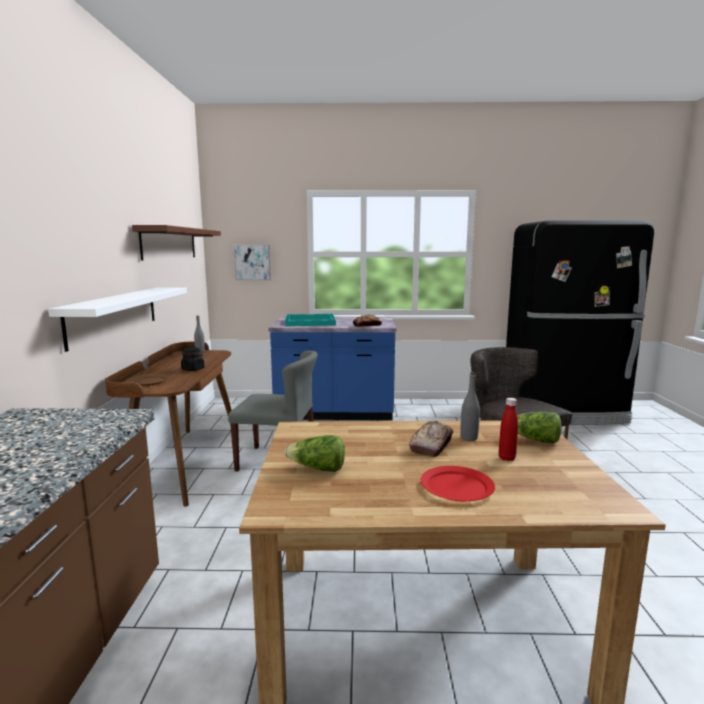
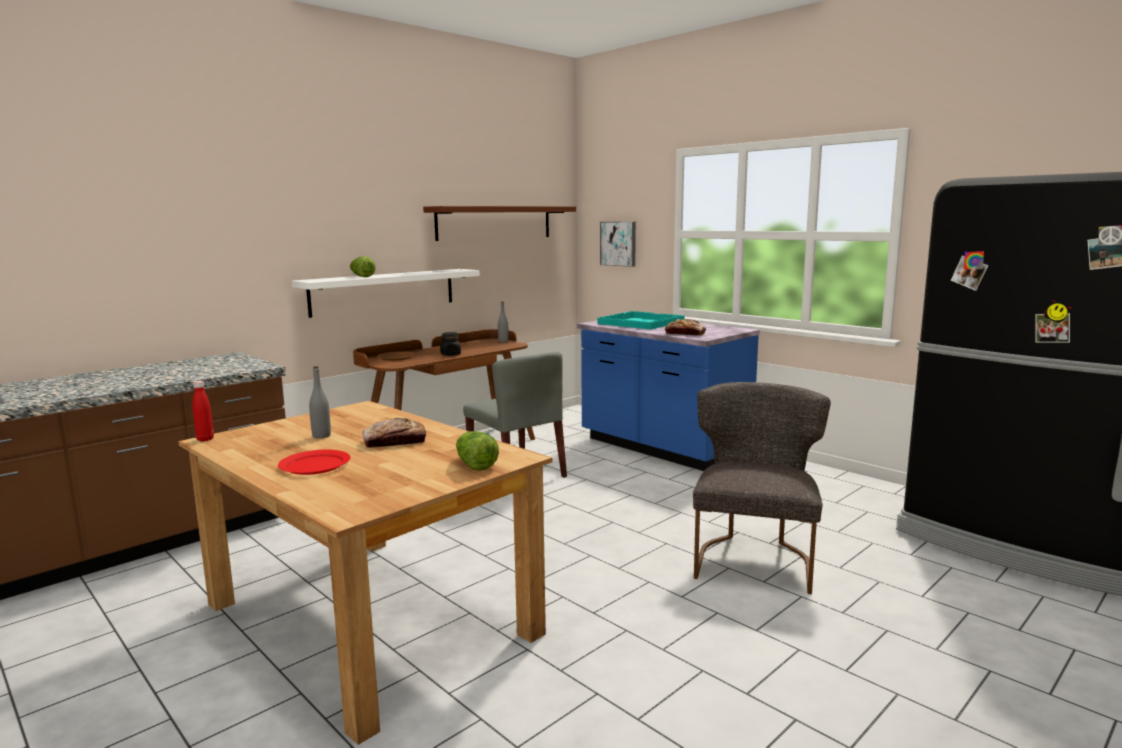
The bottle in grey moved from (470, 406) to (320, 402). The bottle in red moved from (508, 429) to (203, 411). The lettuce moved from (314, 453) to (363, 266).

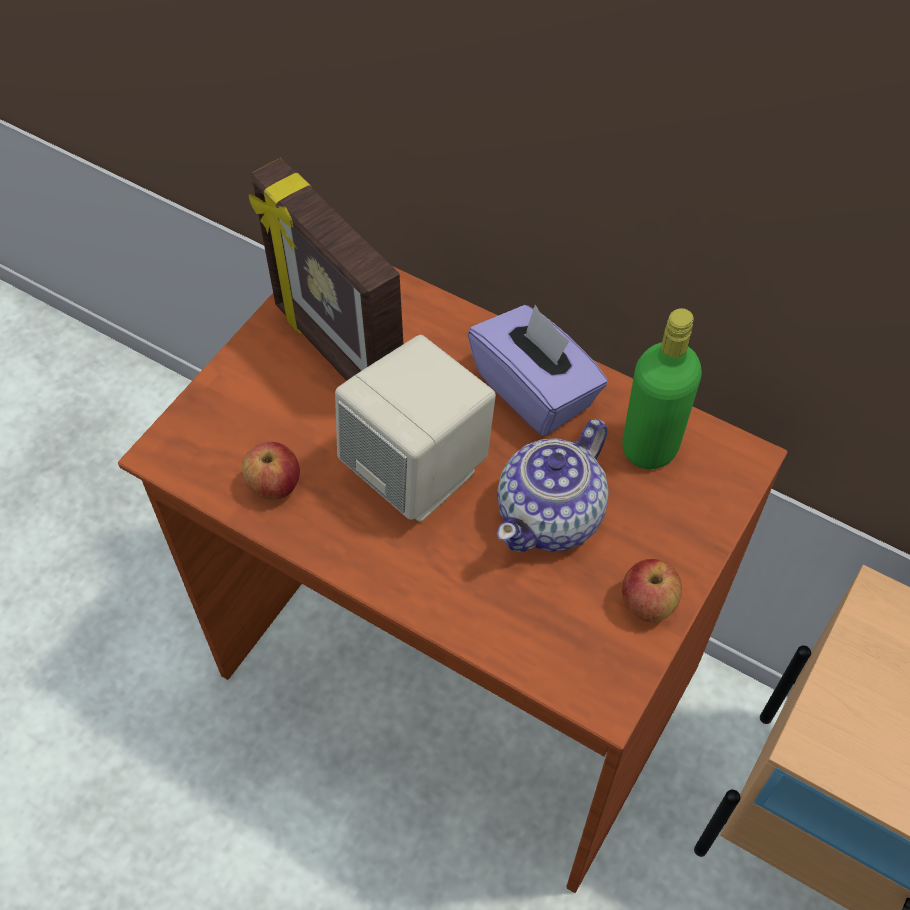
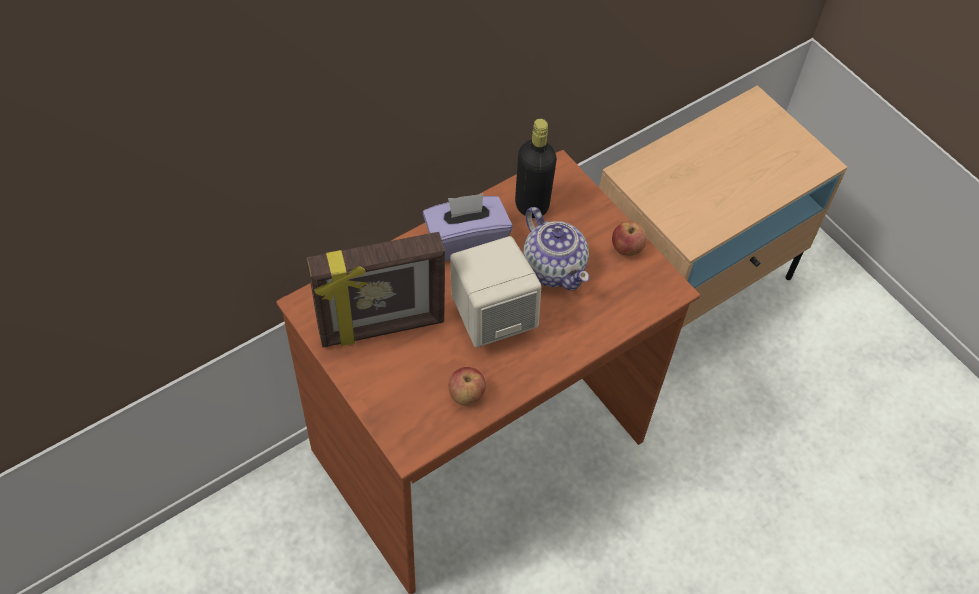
The bottle in green at (662, 388) became the bottle in black at (536, 168).

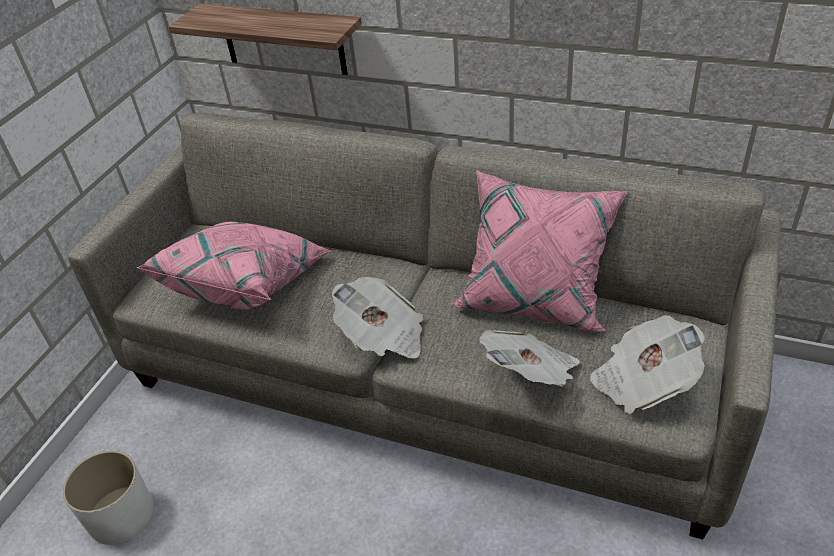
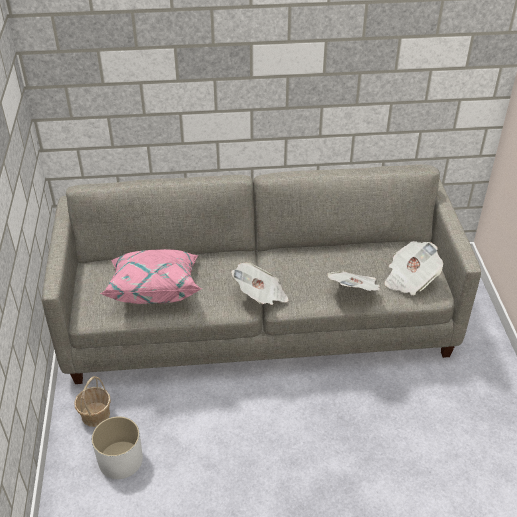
The shelf at (265, 39) disappeared. The pillow in pink at (539, 251) disappeared. The basket at (92, 401) appeared.

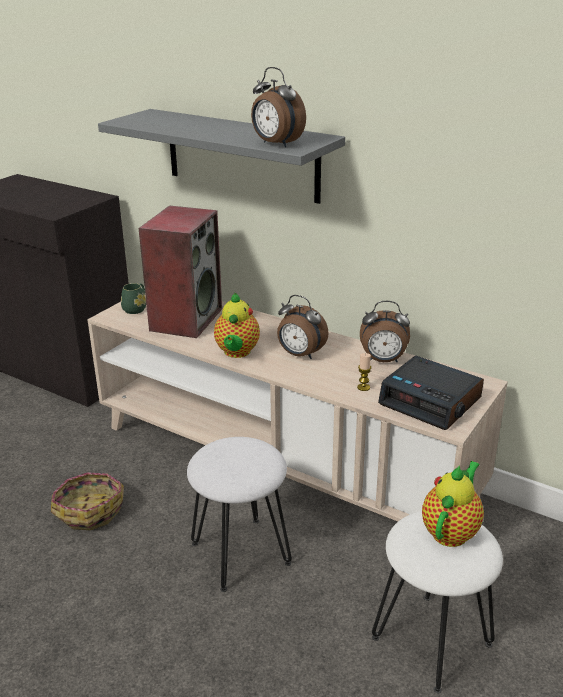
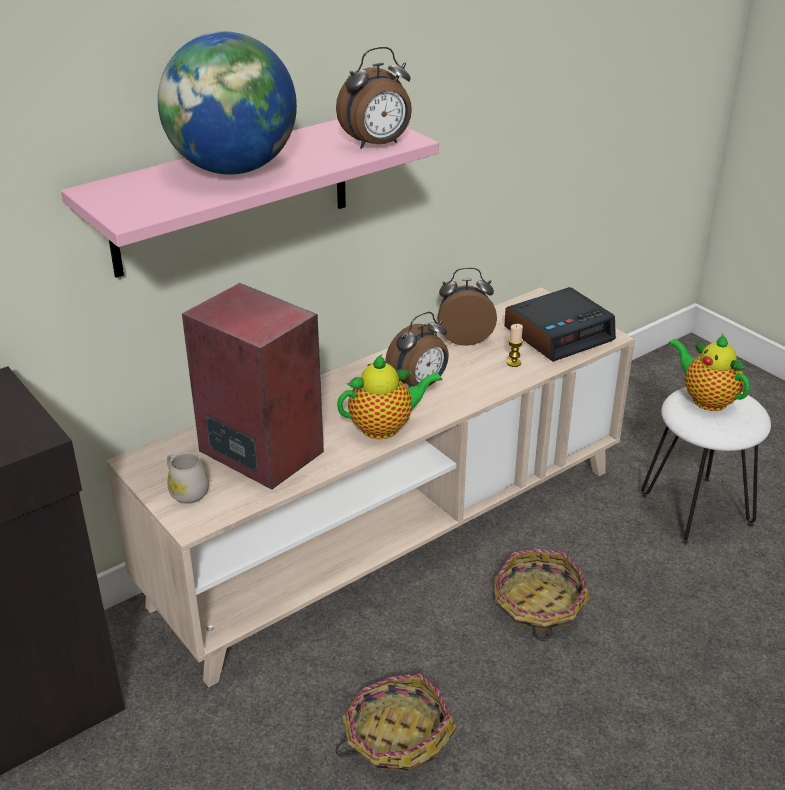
The shelf in grey at (221, 156) became the shelf in pink at (250, 198). The mug in green at (133, 298) became the mug in white at (188, 478). The teapot at (237, 325) turned 45 degrees counterclockwise. The alarm clock at (385, 331) turned 120 degrees counterclockwise. The stool in white at (239, 514) was replaced by the basket at (541, 595). The globe at (227, 103) appeared.

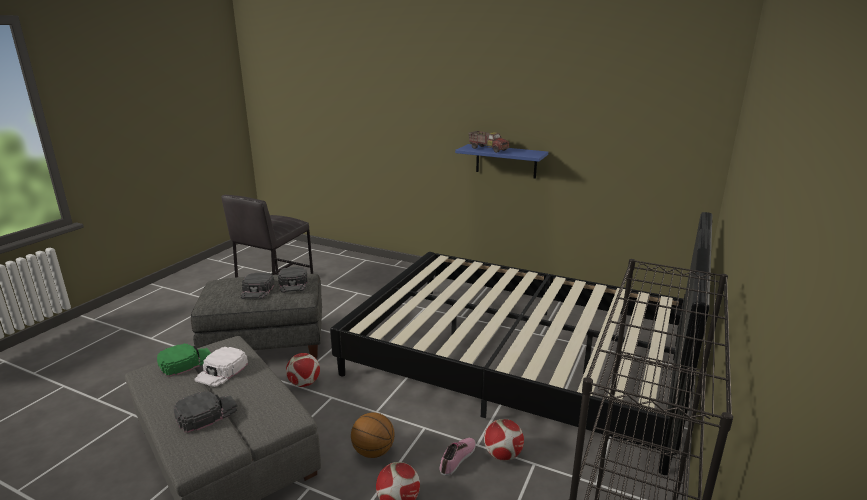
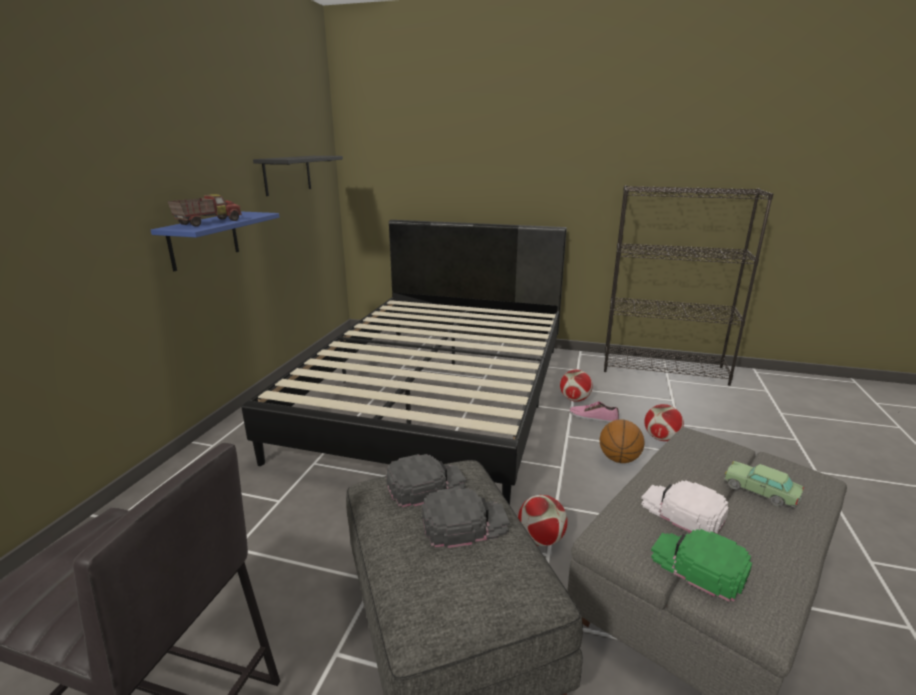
The cap in white at (221, 367) turned 150 degrees counterclockwise. The cap in black at (205, 412) was replaced by the toy car at (764, 484). The shelf in black at (298, 176) appeared.

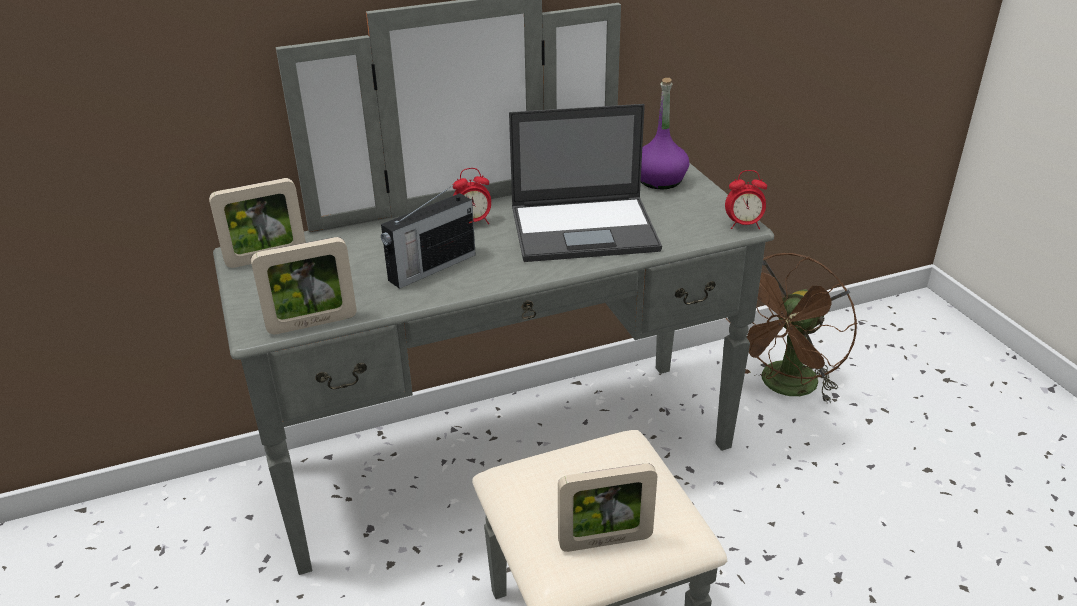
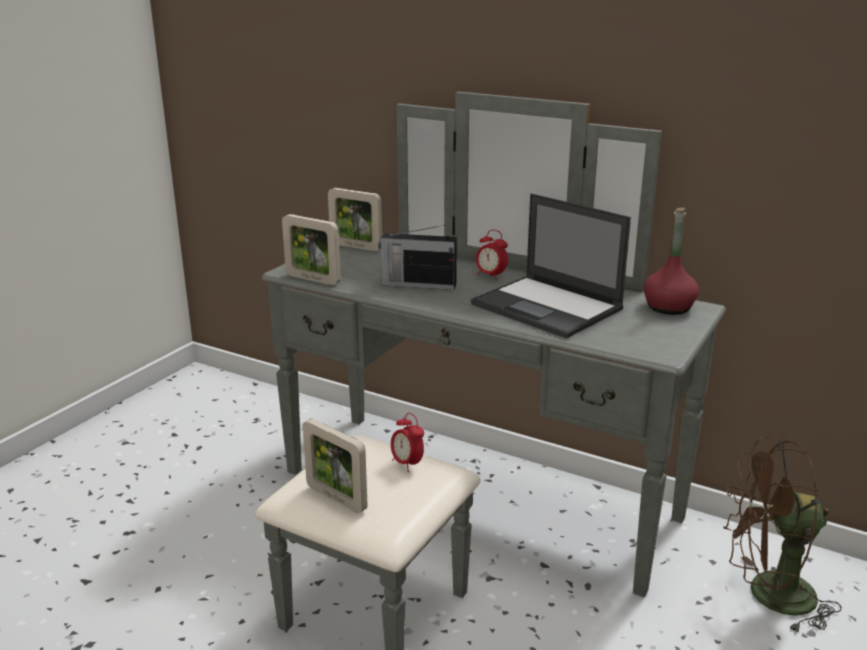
The bottle in purple at (665, 133) became the bottle in red at (671, 261). The alarm clock moved from (746, 199) to (407, 442).

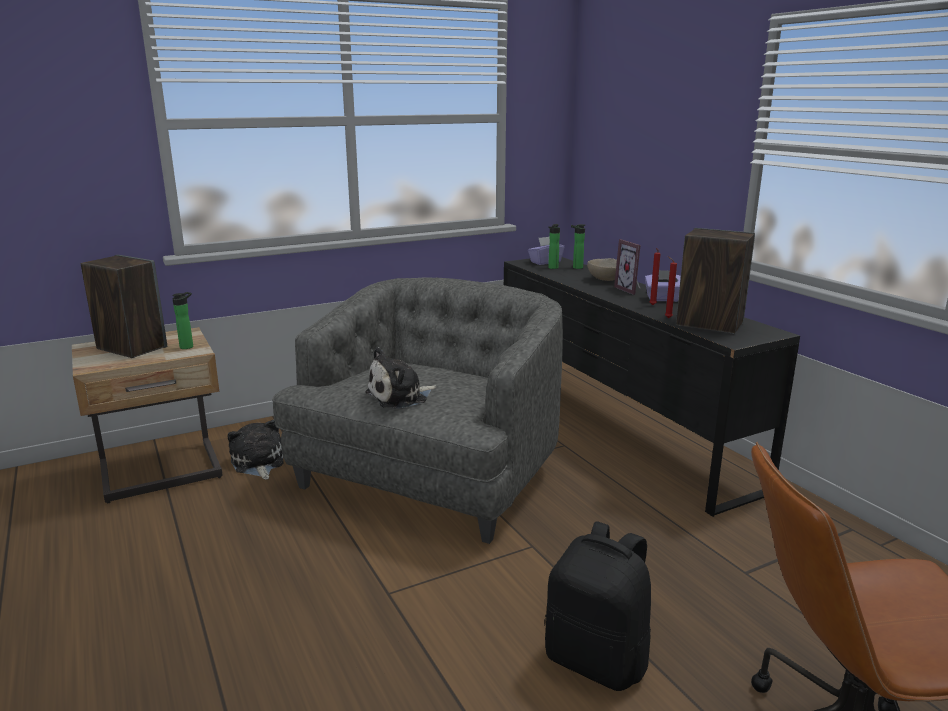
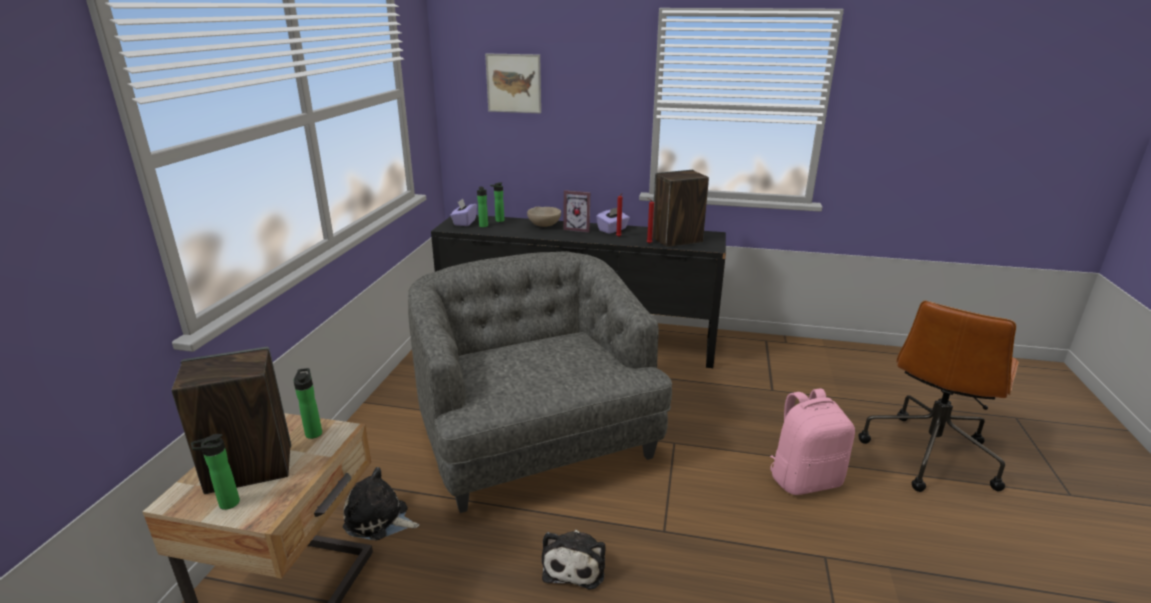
The plush toy moved from (401, 378) to (573, 560). The backpack in black at (597, 606) became the backpack in pink at (812, 441). The picture at (513, 83) appeared. The bottle at (215, 472) appeared.

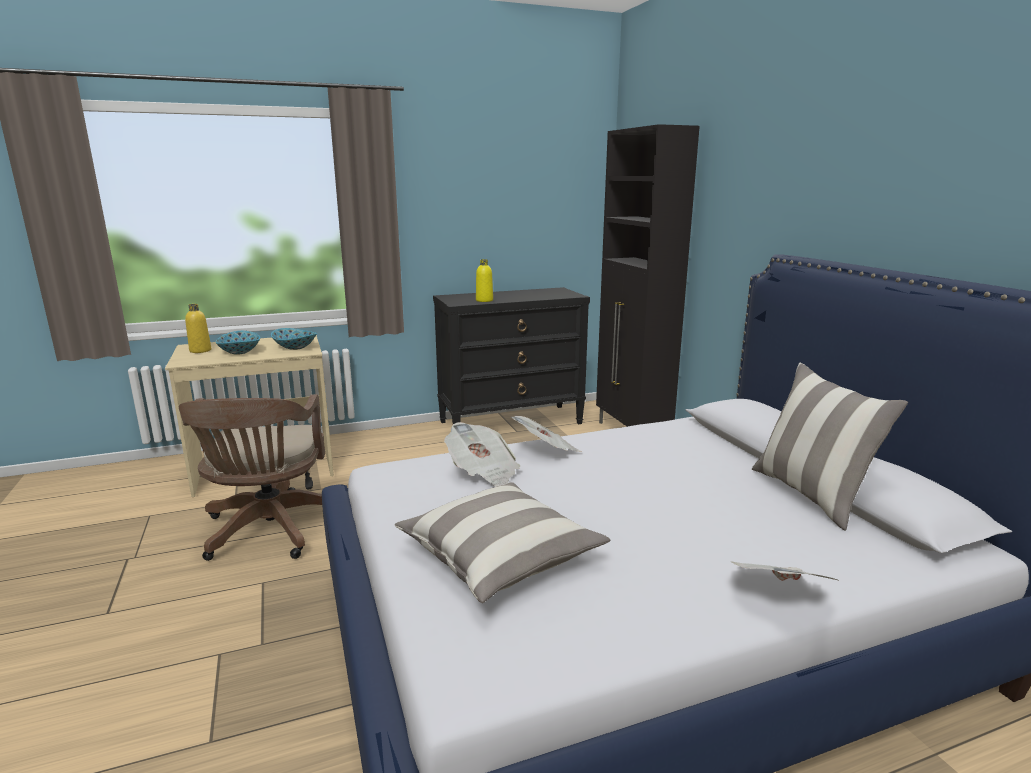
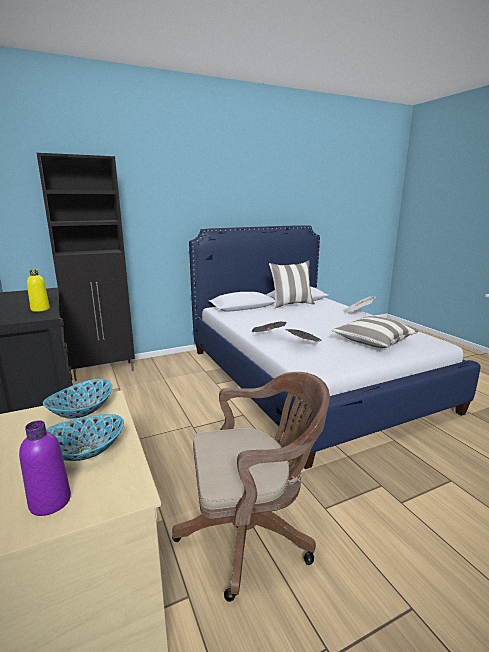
The bottle in yellow at (198, 328) became the bottle in purple at (45, 468).

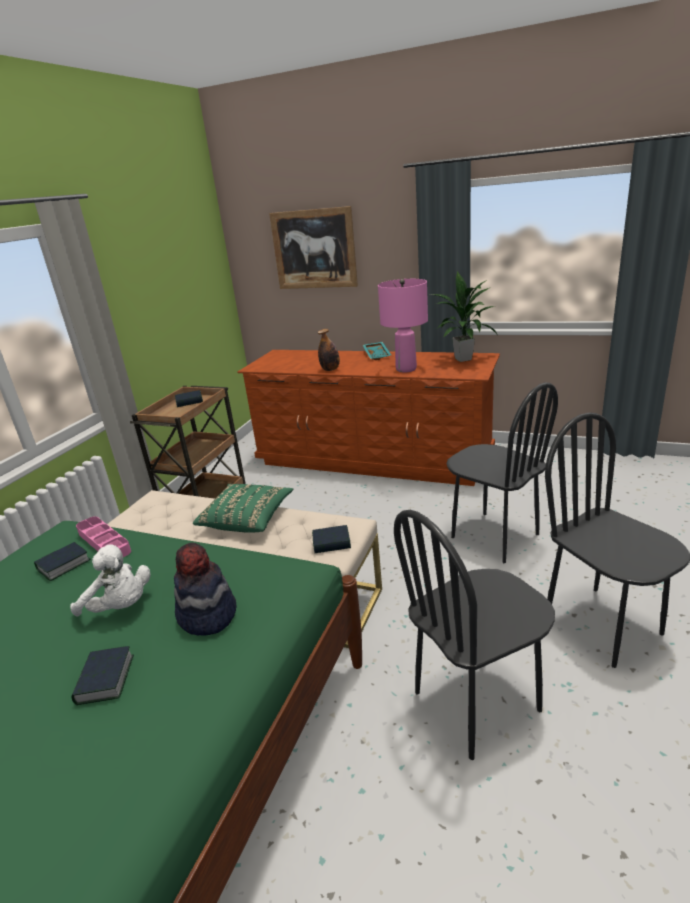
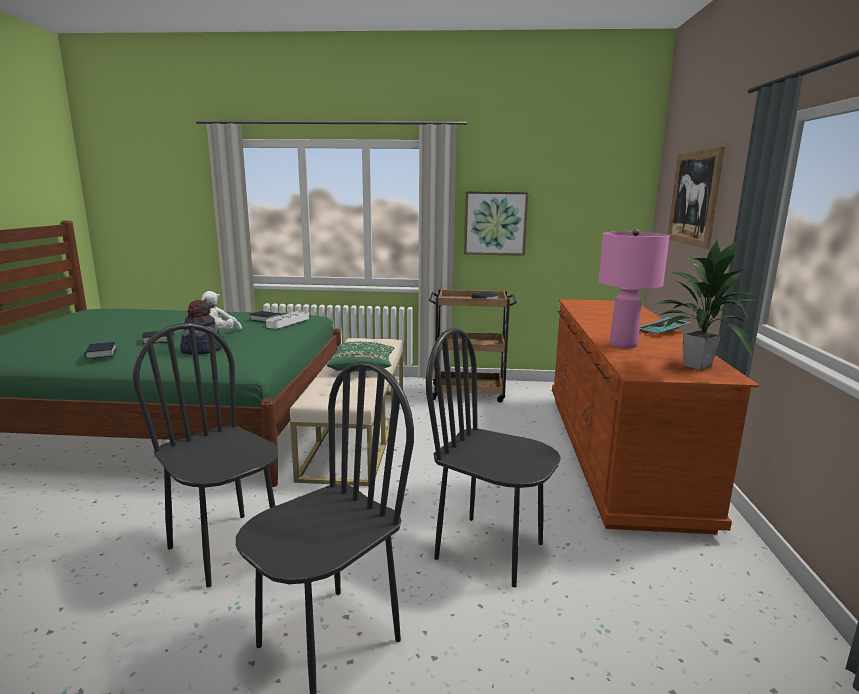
The bottle at (329, 350) disappeared. The chair in black at (502, 473) turned 90 degrees clockwise. The tray in pink at (103, 536) became the tray in white at (287, 320). The book moved from (331, 539) to (100, 350). The picture at (496, 223) appeared.

